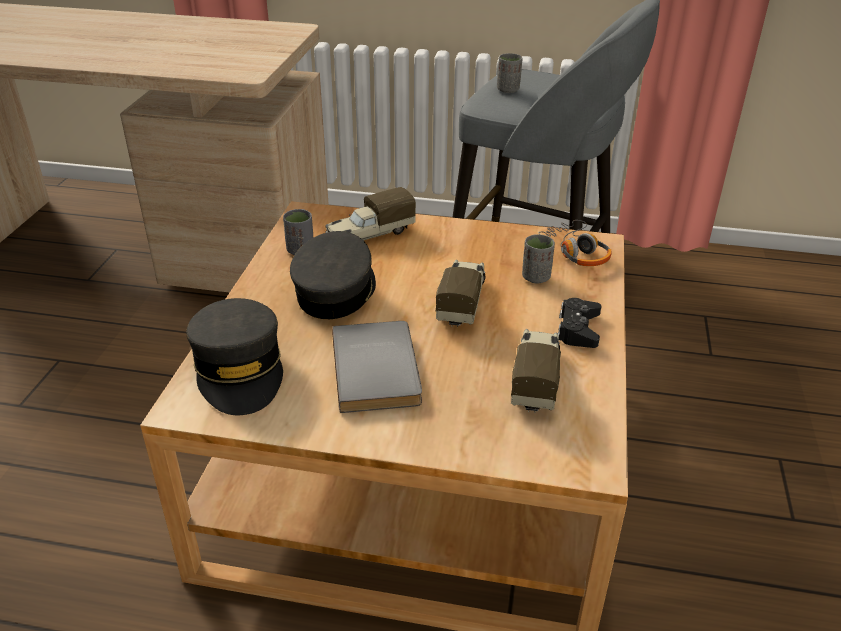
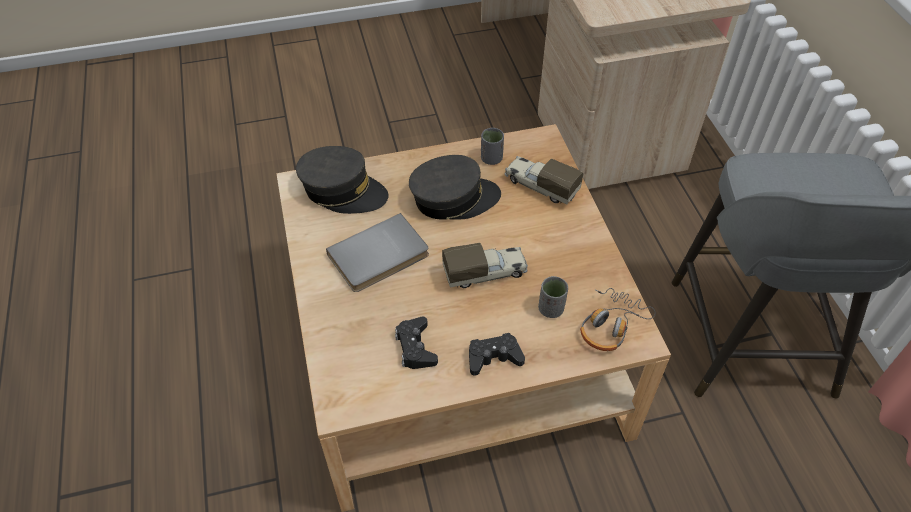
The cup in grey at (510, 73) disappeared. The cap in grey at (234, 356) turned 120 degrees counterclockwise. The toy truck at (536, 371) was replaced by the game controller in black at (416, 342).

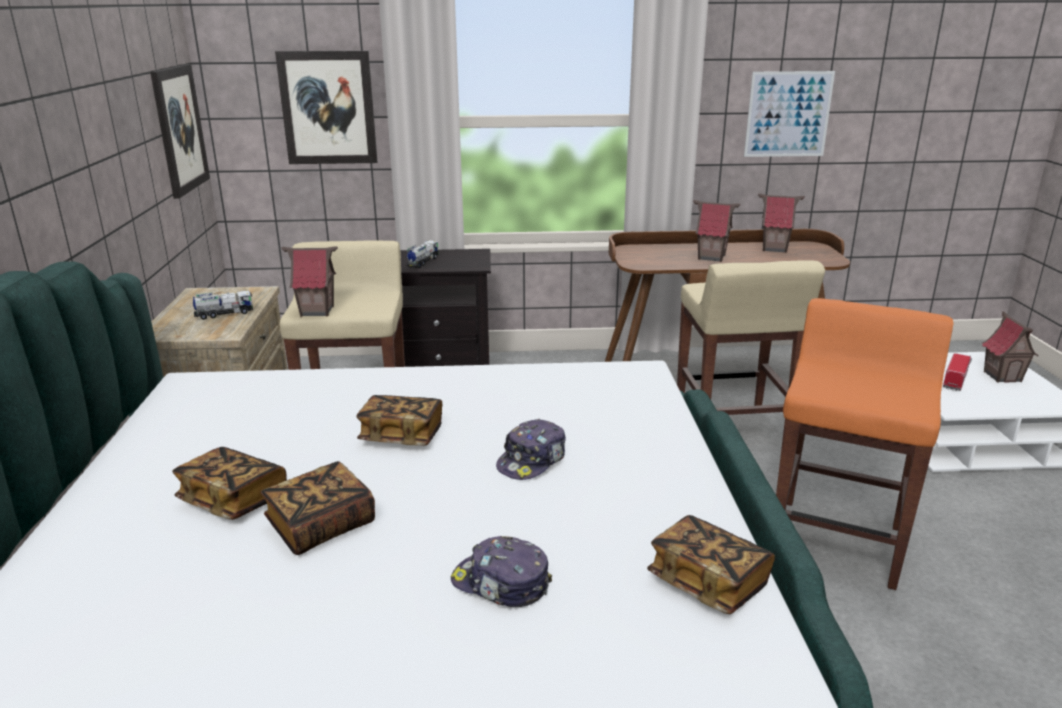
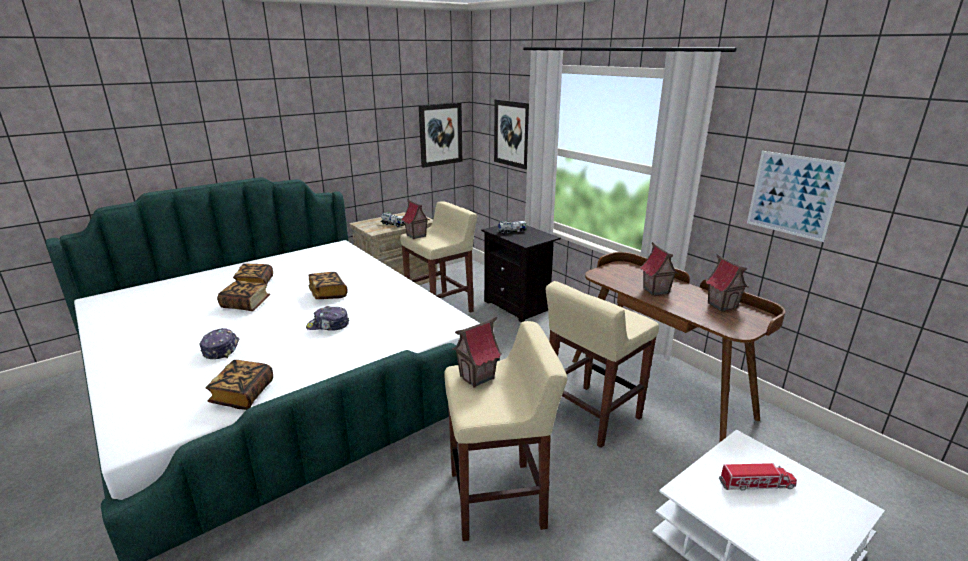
The stool in orange at (864, 444) became the stool in beige at (506, 431). The toy house moved from (1010, 347) to (477, 352).

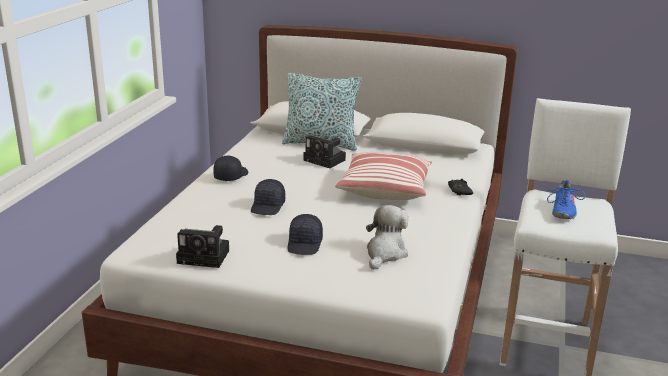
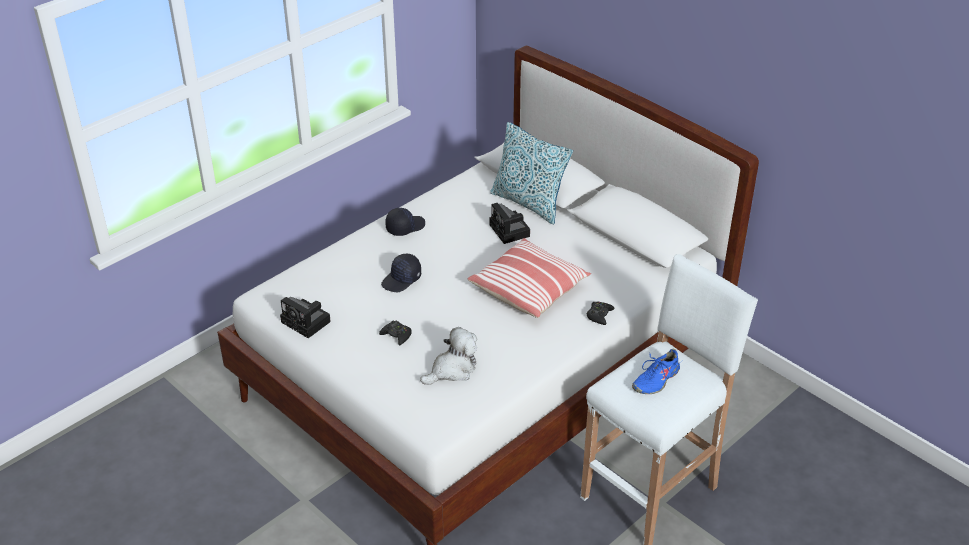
The cap in black at (305, 234) was replaced by the game controller in black at (395, 333).

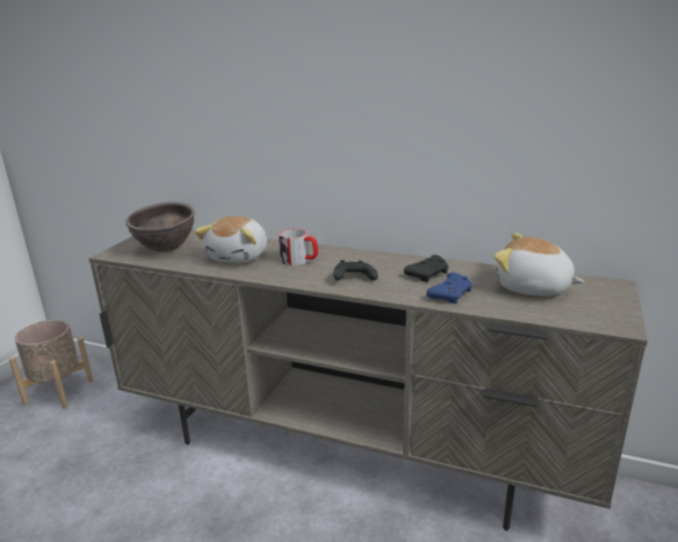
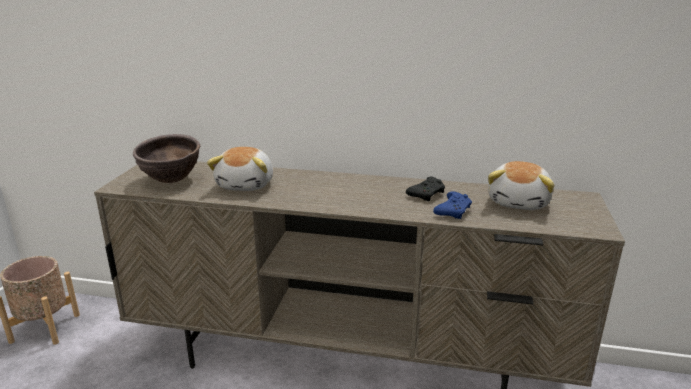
The mug at (298, 247) disappeared. The plush toy at (539, 264) turned 90 degrees counterclockwise. The game controller in black at (356, 270) disappeared.

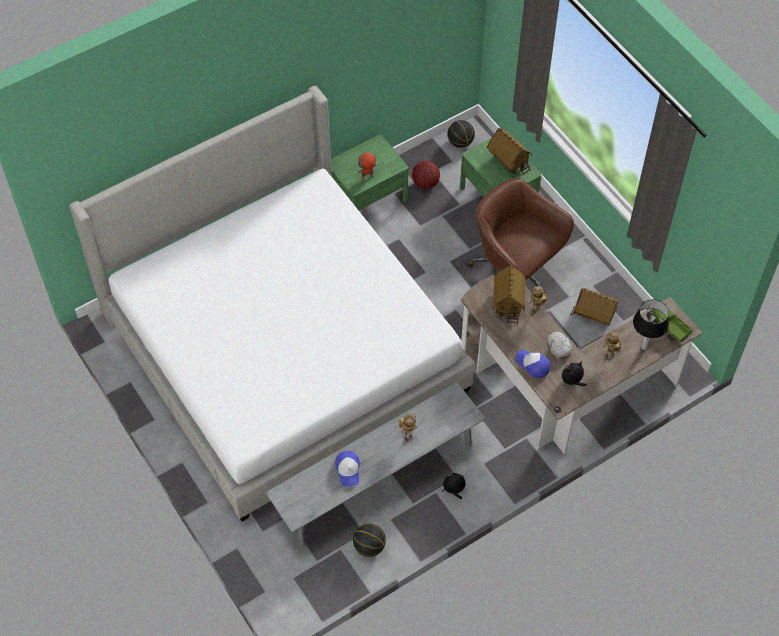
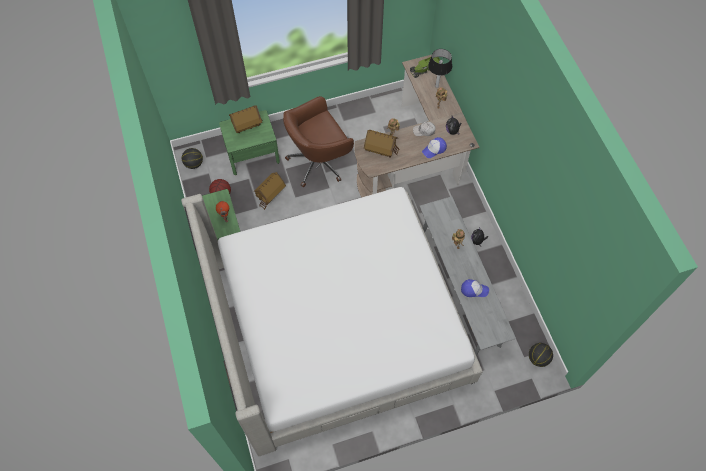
The toy house moved from (595, 307) to (269, 191). The basketball moved from (369, 540) to (541, 355).

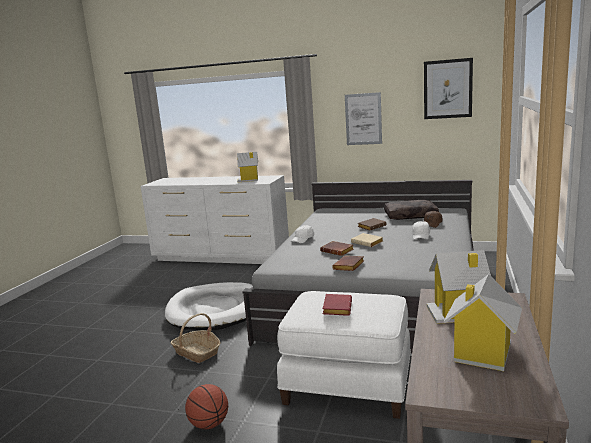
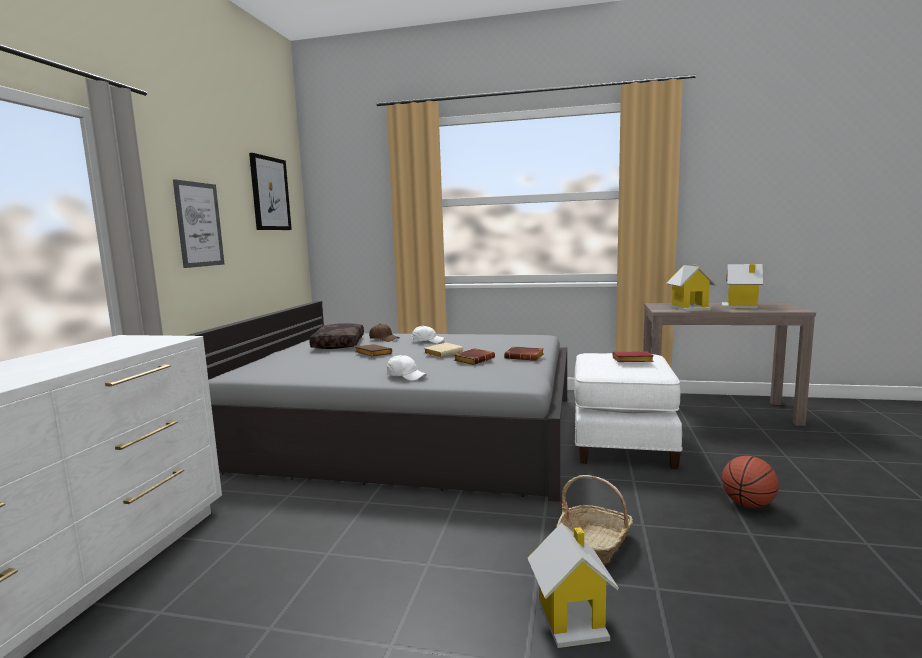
The toy house moved from (247, 167) to (573, 585). The dog bed in white at (208, 306) disappeared.

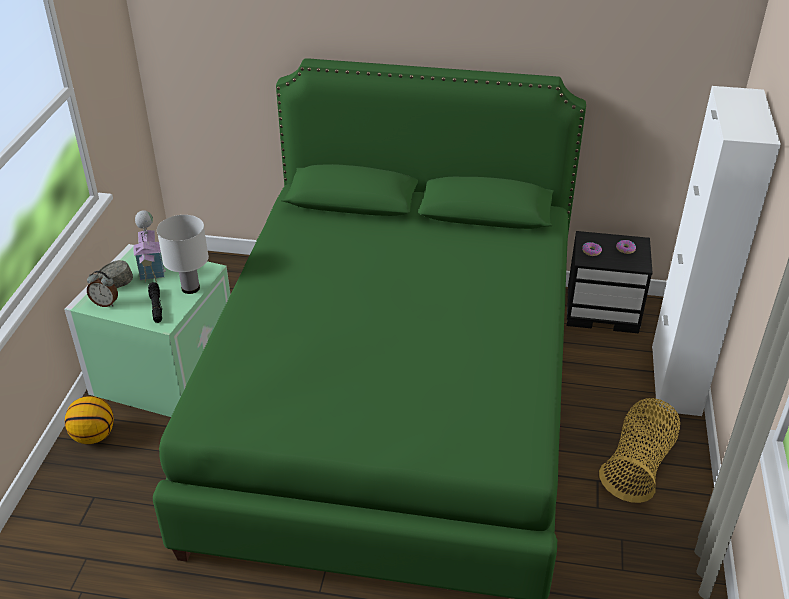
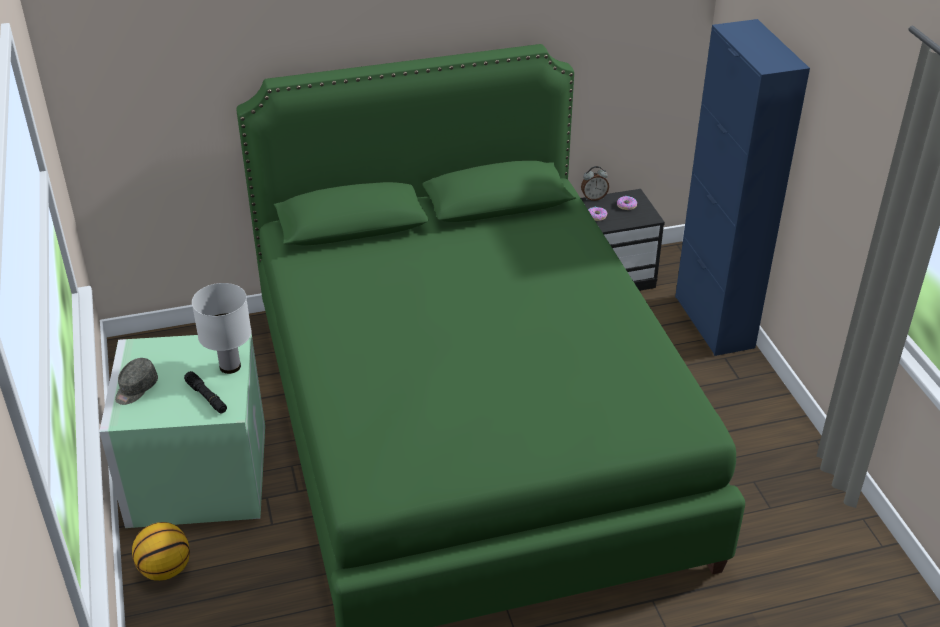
The cabinet in white at (716, 251) became the cabinet in blue at (742, 187). The toy house at (149, 246) disappeared. The alarm clock moved from (102, 289) to (595, 183). The basket at (639, 450) disappeared.

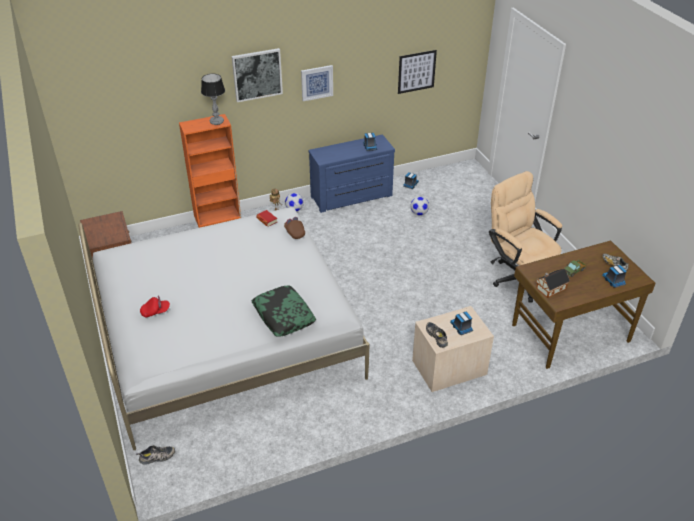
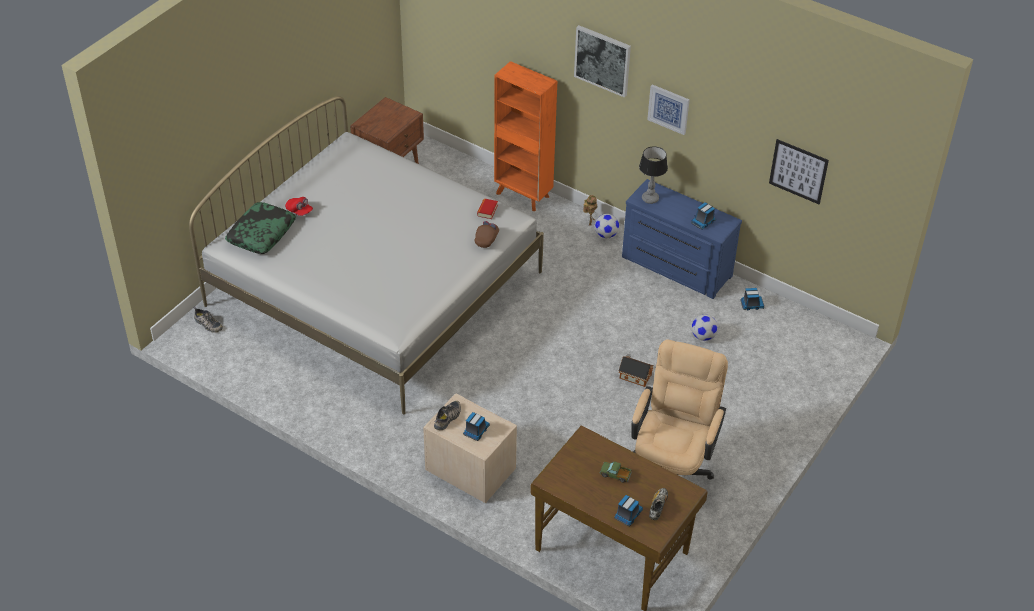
The table lamp moved from (213, 99) to (653, 175). The toy house moved from (553, 283) to (636, 370). The pillow moved from (284, 311) to (260, 228).

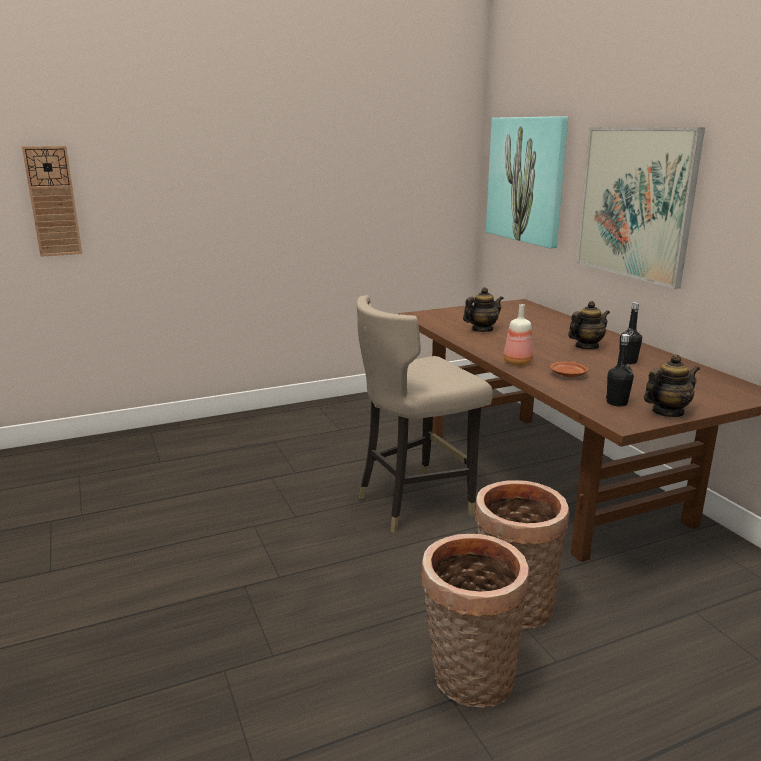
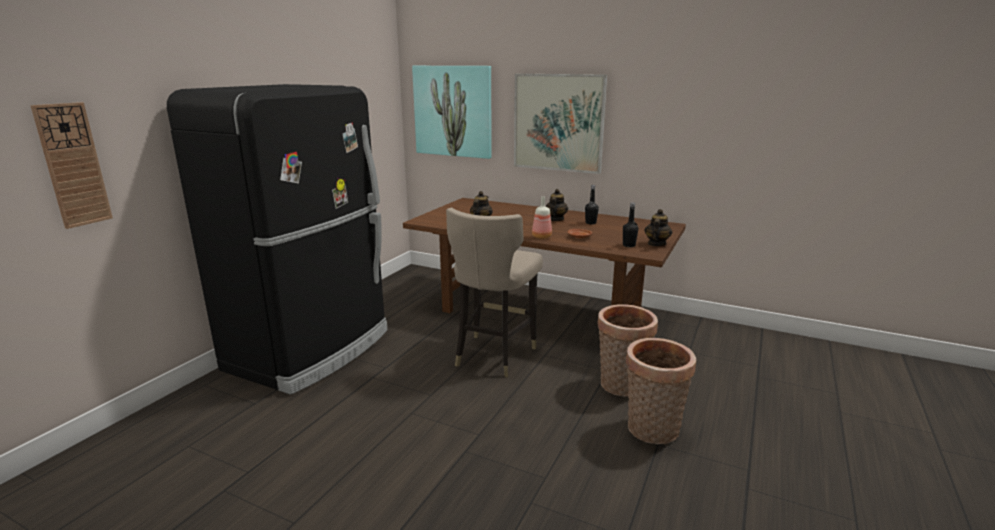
The fridge in black at (277, 239) appeared.

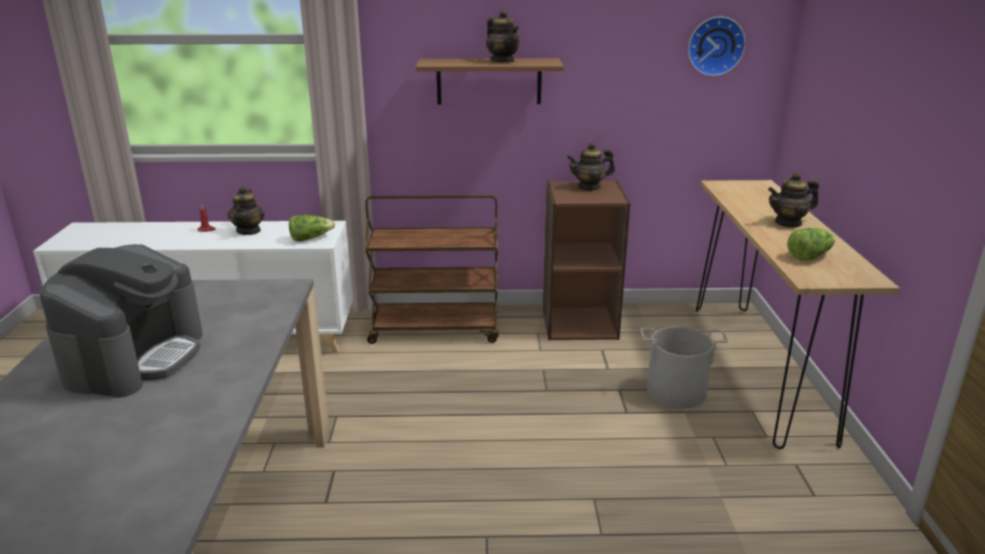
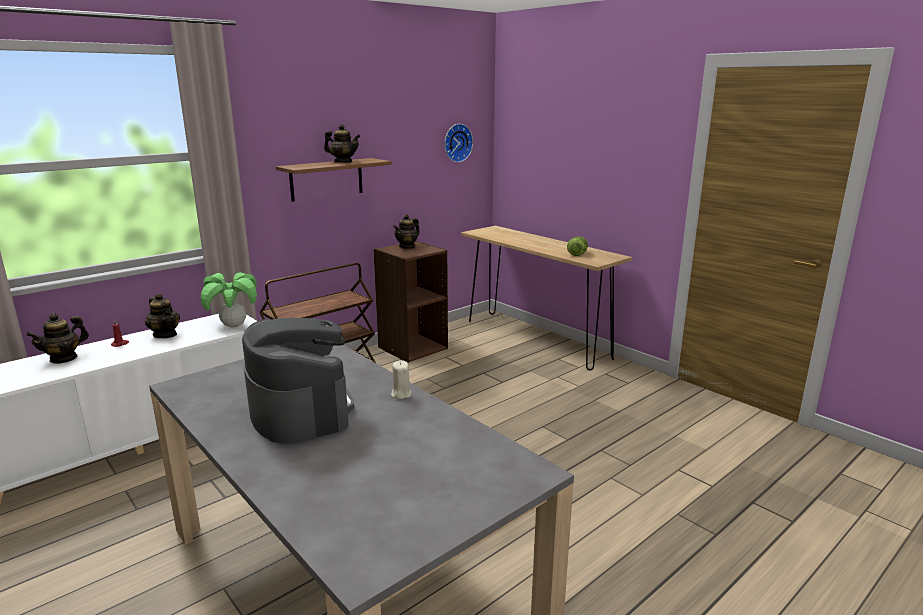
The teapot moved from (793, 200) to (57, 338). The lettuce at (312, 228) was replaced by the potted plant at (229, 299). The bucket in grey at (684, 367) disappeared. The candle in beige at (401, 379) appeared.

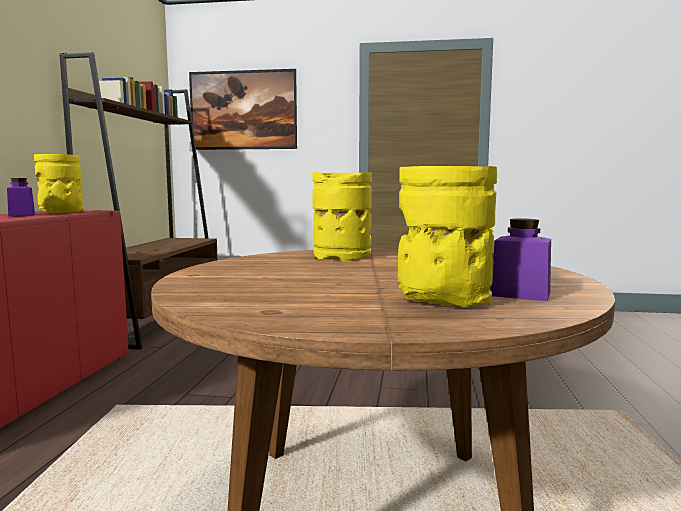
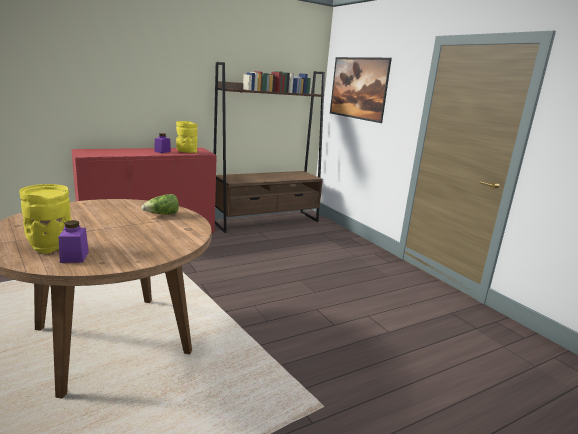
The vase in yellow at (342, 216) was replaced by the lettuce at (160, 204).

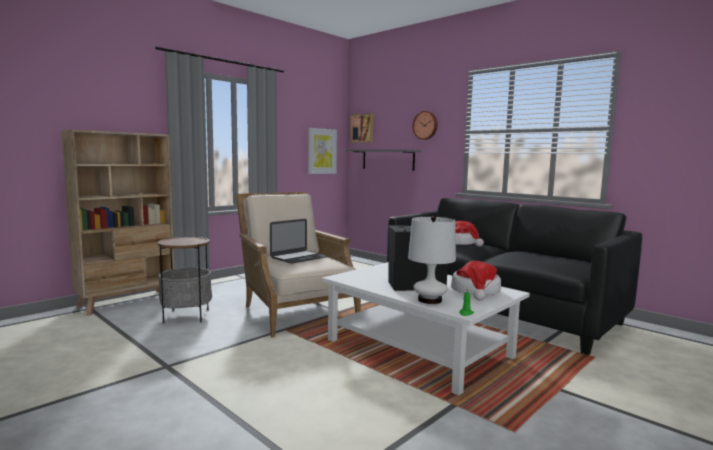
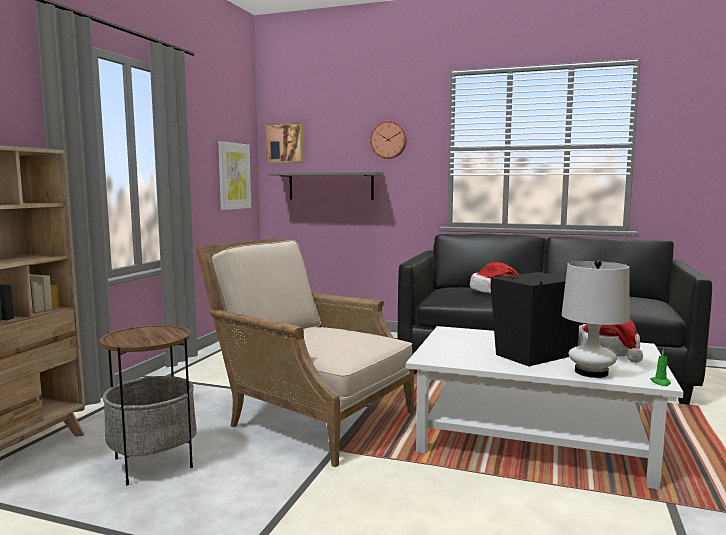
The laptop at (298, 241) disappeared.

